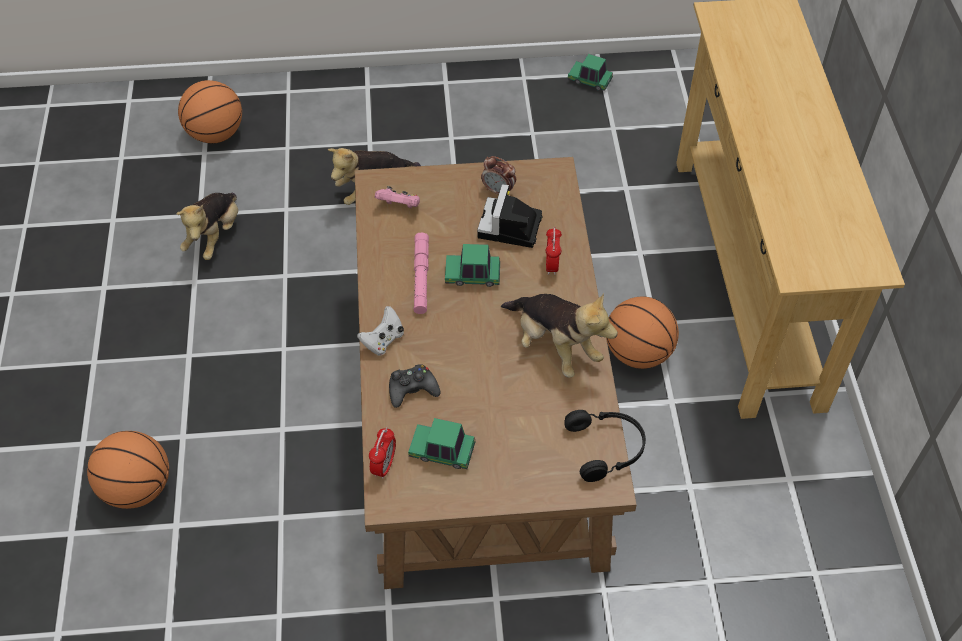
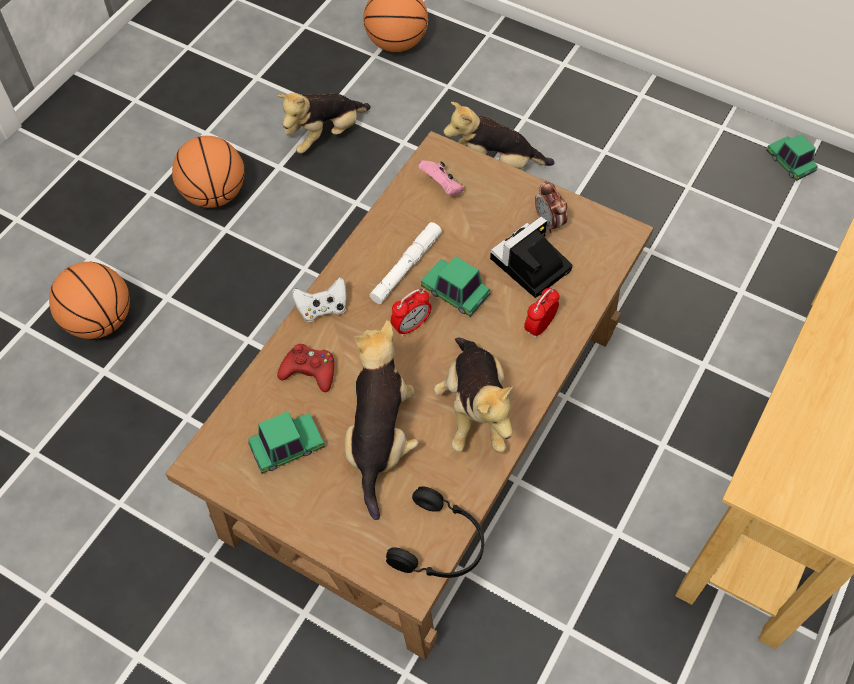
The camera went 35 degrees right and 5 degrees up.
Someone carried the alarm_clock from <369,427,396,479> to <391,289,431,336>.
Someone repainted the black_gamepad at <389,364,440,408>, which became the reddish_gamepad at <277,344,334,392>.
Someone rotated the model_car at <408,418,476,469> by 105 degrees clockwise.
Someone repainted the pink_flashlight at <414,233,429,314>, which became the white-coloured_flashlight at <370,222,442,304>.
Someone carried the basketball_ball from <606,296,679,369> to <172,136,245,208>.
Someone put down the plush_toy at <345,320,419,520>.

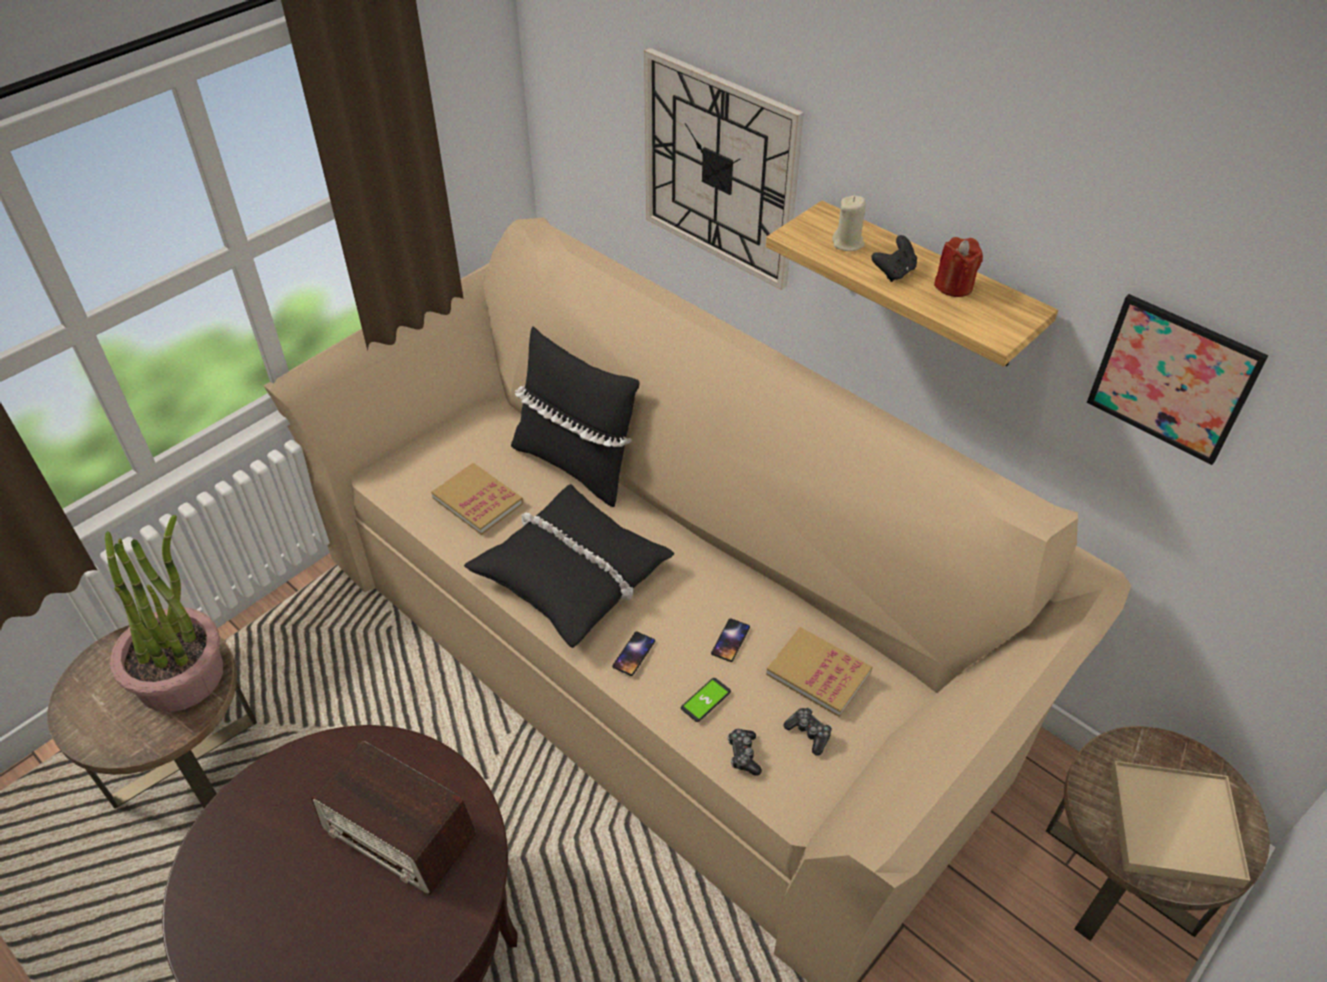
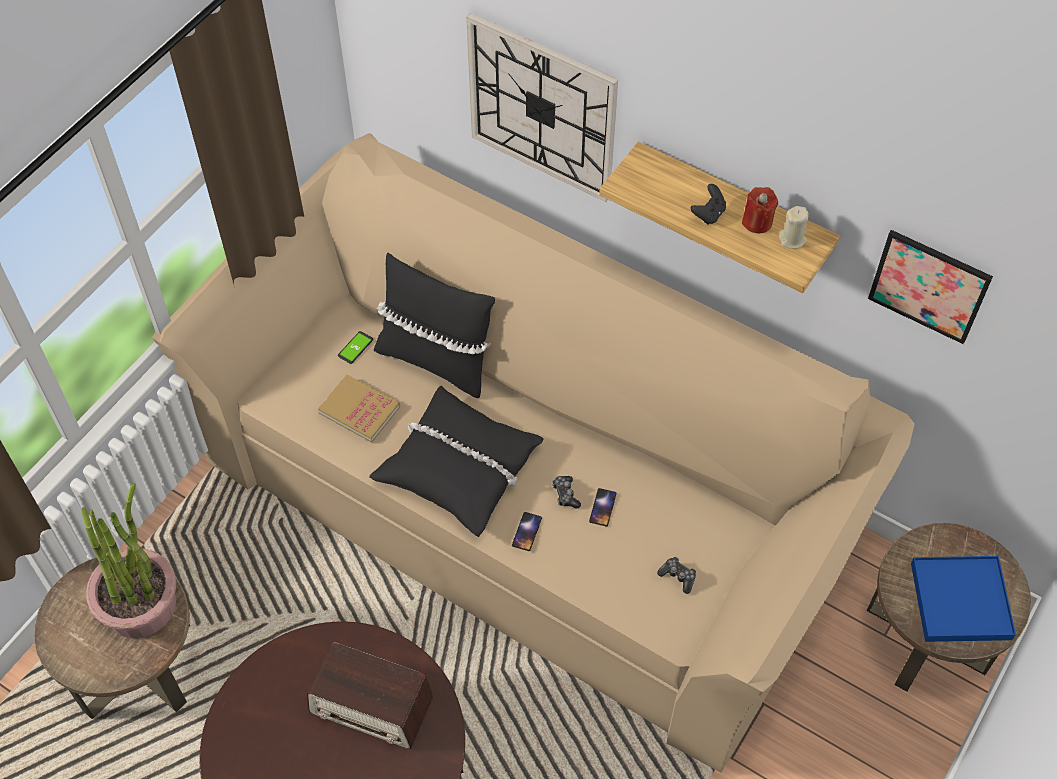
The camera went 10 degrees left and 10 degrees up.
Someone carried the phone from <681,678,731,722> to <338,331,373,364>.
Someone carried the gamepad from <727,729,762,776> to <552,476,581,509>.
Someone took away the bound_book at <766,627,872,717>.
Someone carried the beige_candle from <832,195,866,251> to <779,206,809,249>.
Someone repainted the beige_serving_tray at <1110,761,1250,888>, which became the bluish_serving_tray at <911,556,1016,642>.

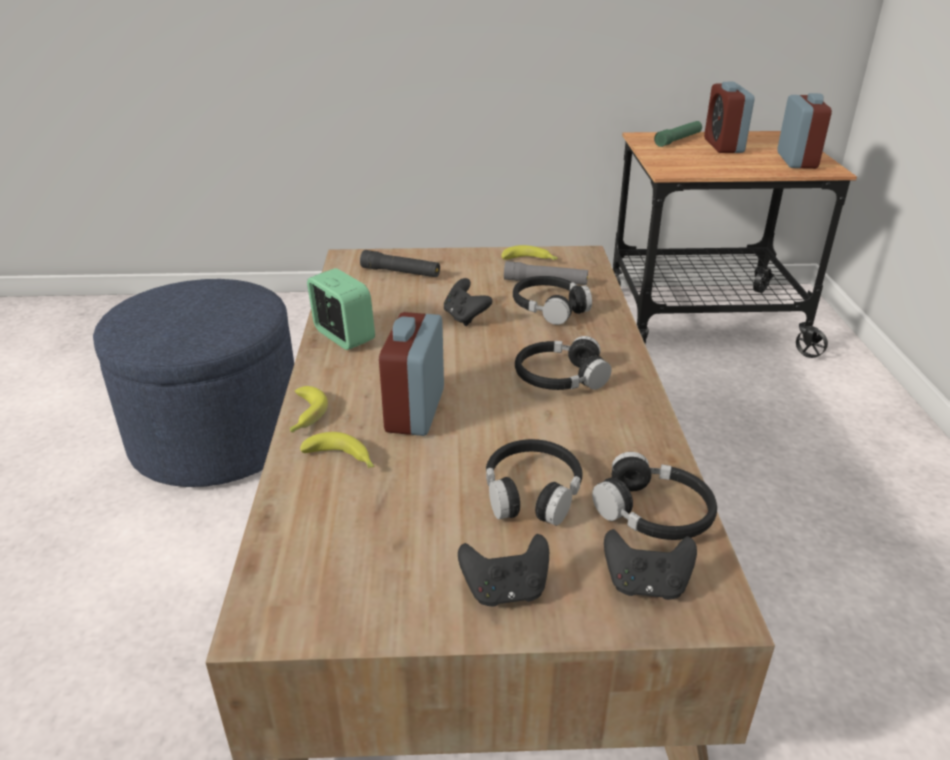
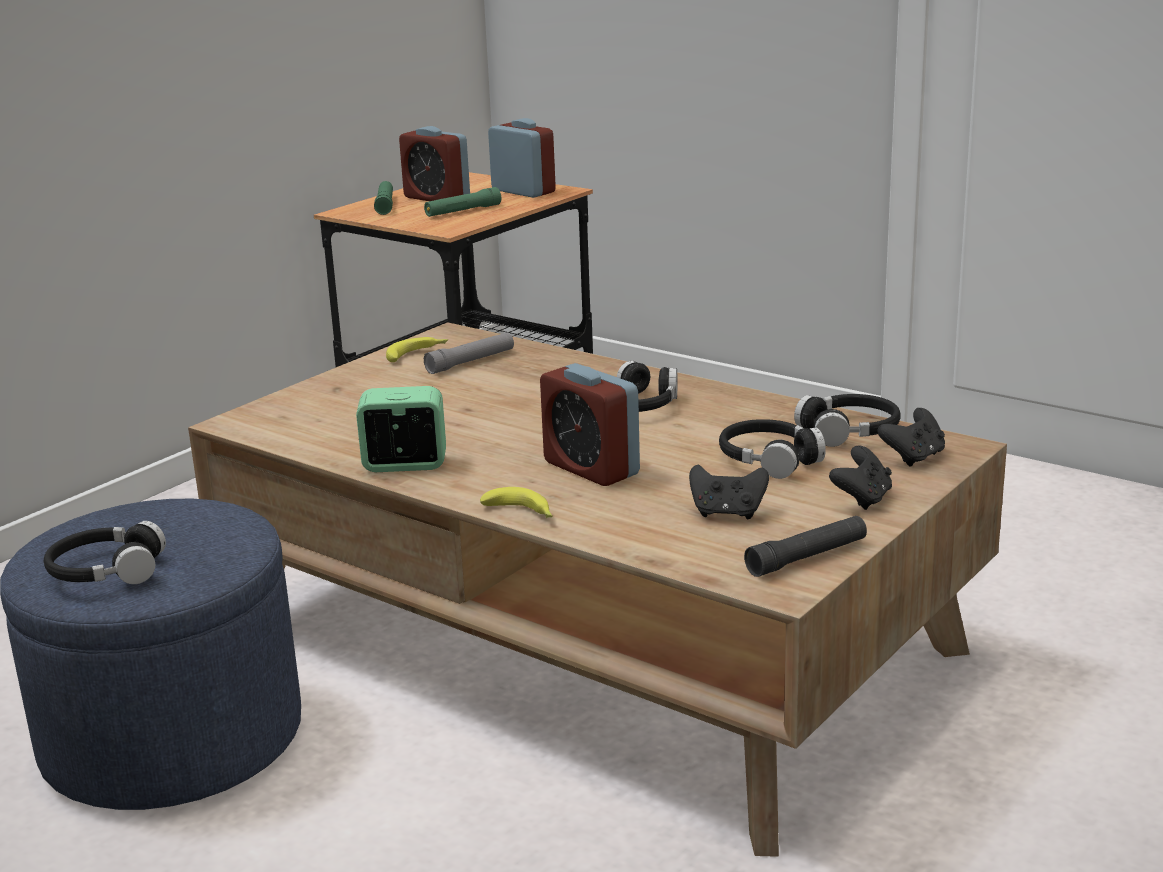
The camera went 50 degrees left and 10 degrees down.
Someone took away the whole_banana at <300,432,374,468>.
Someone carried the black_flashlight from <360,250,440,277> to <744,516,867,577>.
Someone carried the black_gamepad from <444,278,492,326> to <689,465,769,519>.
Someone carried the black_headphones from <513,276,592,325> to <44,521,166,584>.
Someone put down the green_flashlight at <424,187,501,217>.

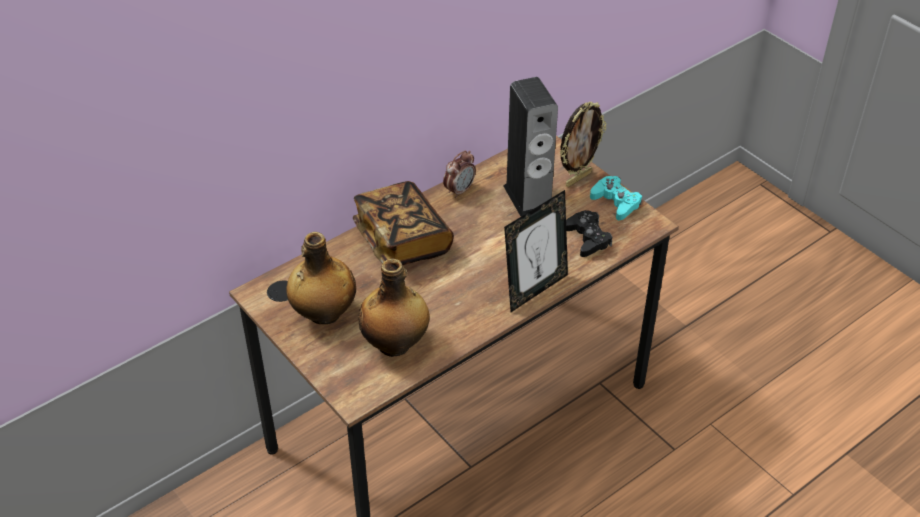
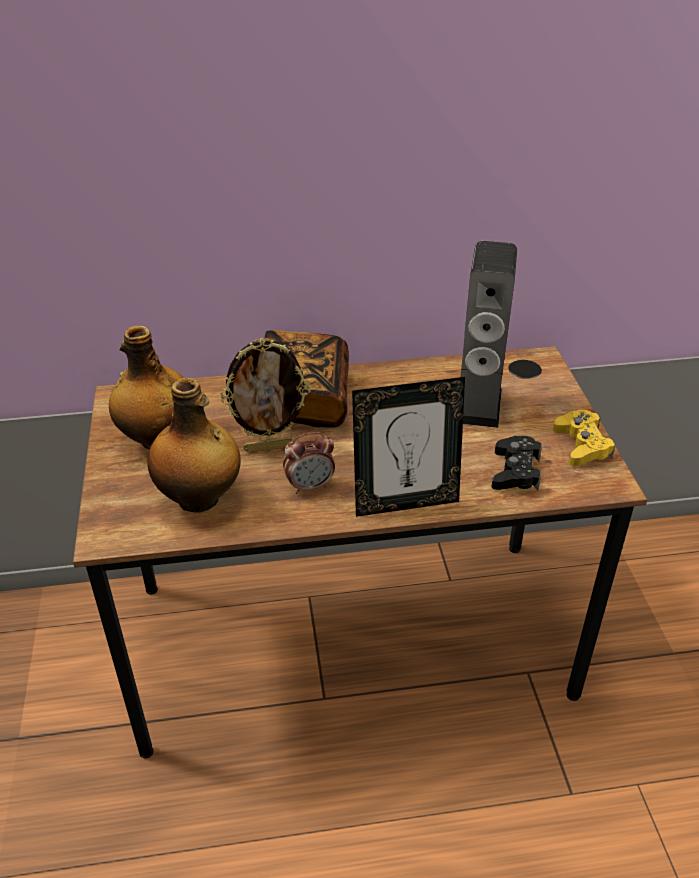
The camera went 30 degrees right and 5 degrees down.
Someone carried the alarm_clock from <443,151,476,198> to <283,432,335,494>.
Someone carried the standing_frame from <560,102,606,187> to <220,338,311,452>.
Someone repainted the turquoise_gamepad at <590,176,642,220>, which became the yellowish_gamepad at <553,410,615,466>.

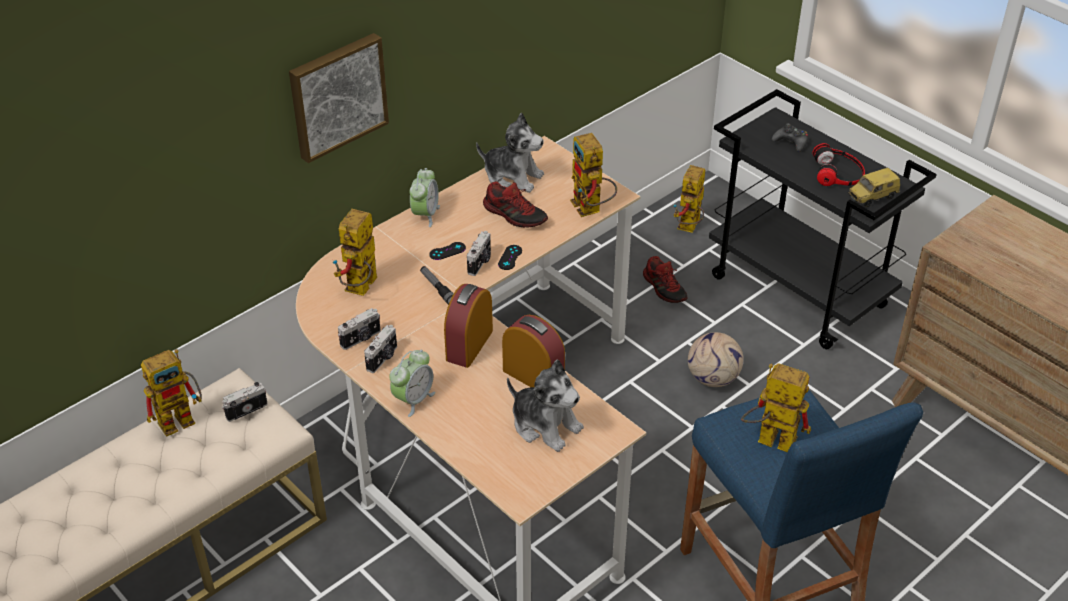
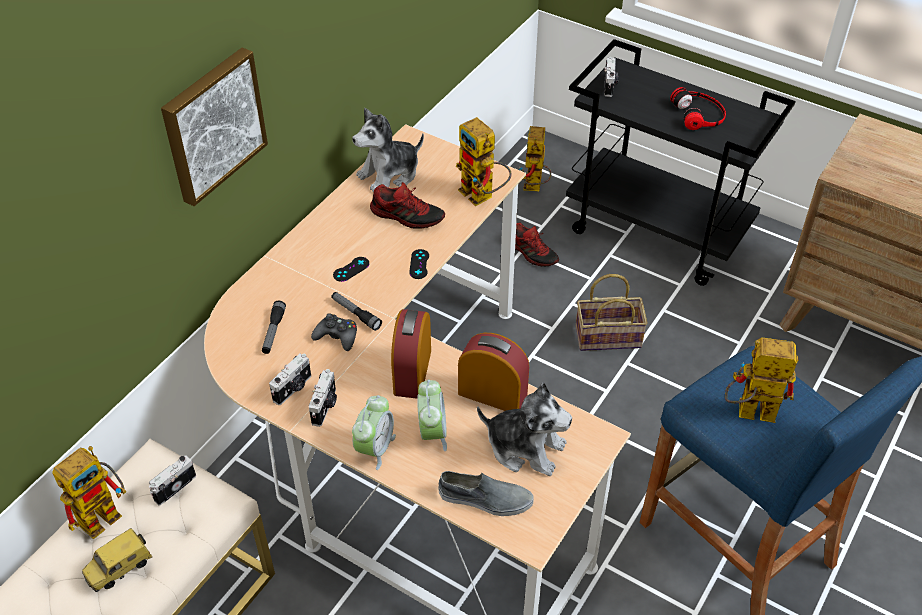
The camera went 15 degrees left and 5 degrees up.
Someone swapped the toy_robot at <333,209,377,296> for the flashlight at <262,301,286,354>.
Someone carried the alarm_clock from <410,168,440,227> to <417,380,447,451>.
Someone carried the still_camera from <467,231,491,276> to <604,57,619,97>.
Someone rotated the plush_toy at <476,113,544,193> by 135 degrees clockwise.
Someone swapped the football at <688,332,743,387> for the storage_basket at <576,274,648,351>.
Someone carried the black_gamepad from <772,123,808,152> to <311,313,357,351>.
Someone carried the model_car from <848,168,900,207> to <82,528,152,592>.
Someone put down the gray_shoe at <438,471,533,516>.

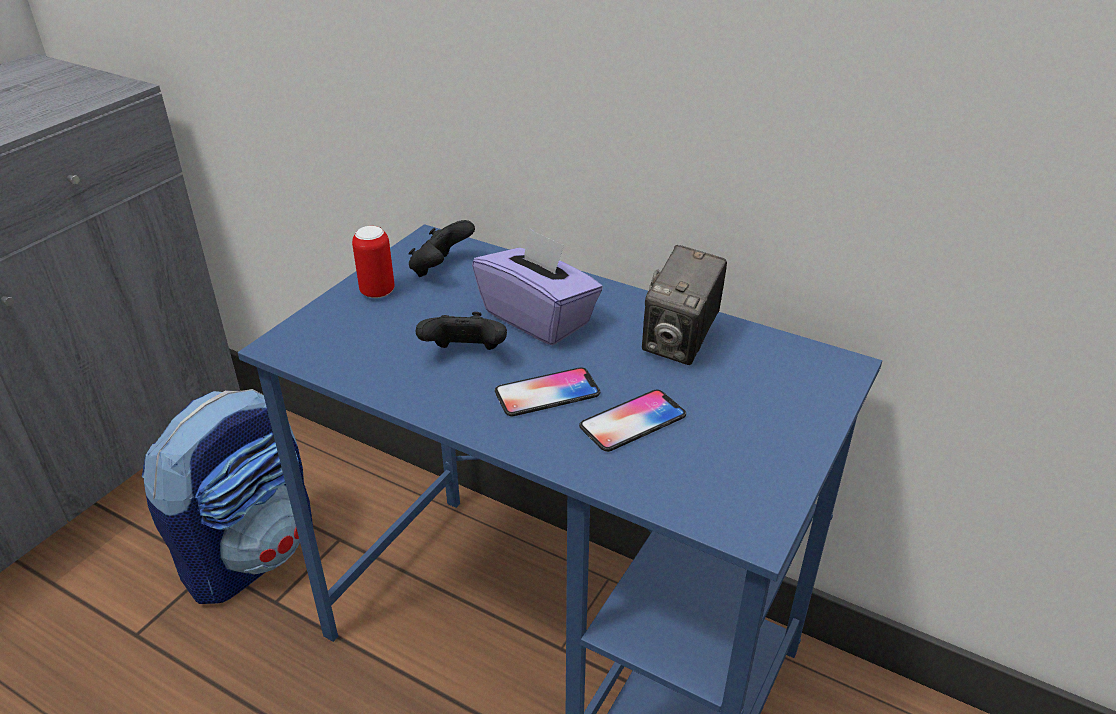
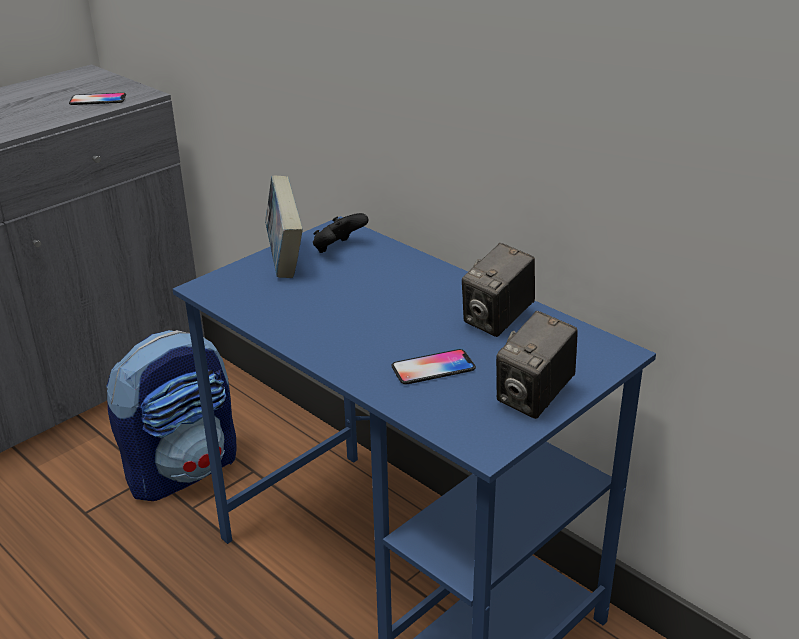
The camera went 15 degrees right and 5 degrees down.
Someone swapped the can at <352,226,395,298> for the bound_book at <265,176,303,278>.
Someone took away the black_gamepad at <415,312,507,350>.
Someone took away the purple_tissue_box at <472,227,603,345>.
Someone carried the phone from <495,367,600,416> to <69,93,126,105>.
Someone put down the still_camera at <496,311,578,419>.

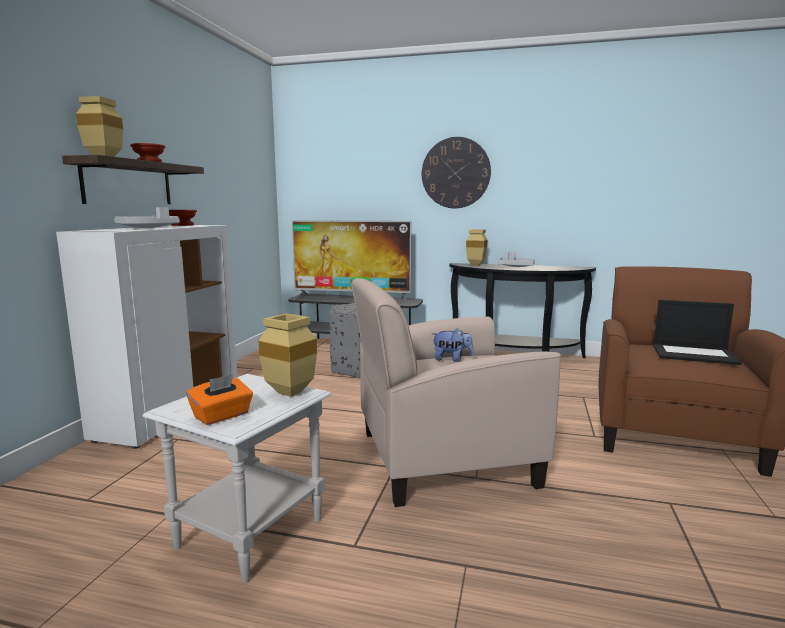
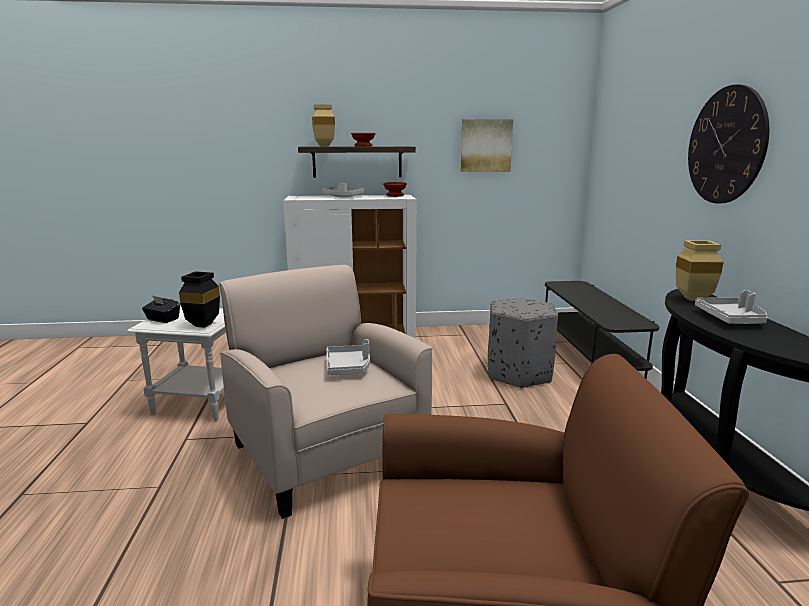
The camera went 70 degrees right and 5 degrees up.
Someone repainted the orange_tissue_box at <186,375,253,425>, which became the black_tissue_box at <142,296,180,323>.
Someone repainted the beige_decorative_vase at <258,313,317,397>, which became the black_decorative_vase at <179,271,220,328>.
Someone took away the TV at <292,220,411,303>.
Someone swapped the plush_toy at <432,329,474,362> for the gray_serving_tray at <326,339,370,375>.
Someone took away the portable_computer at <653,300,742,365>.
Someone put up the wall_art at <461,119,513,172>.

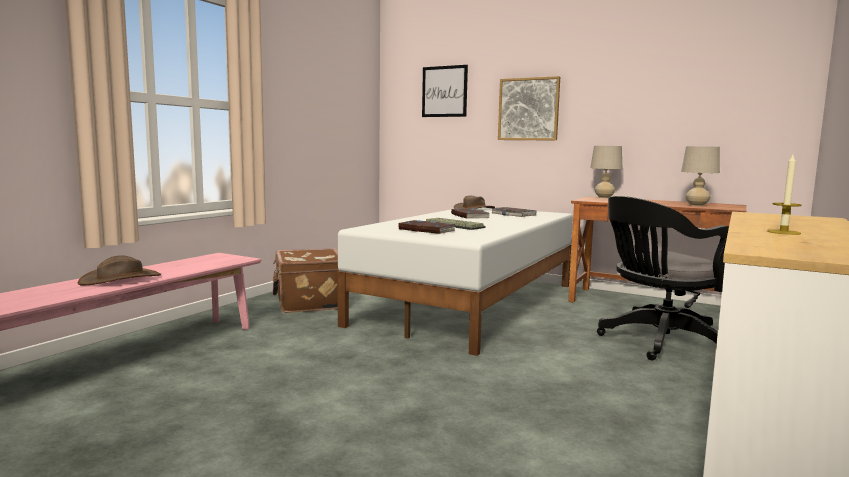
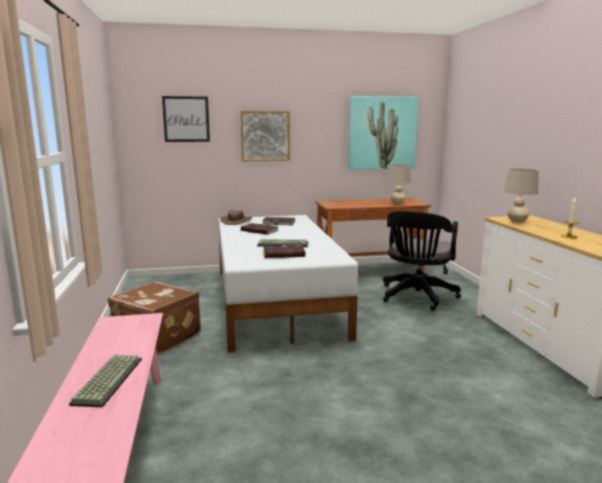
The camera went 40 degrees left and 5 degrees up.
Someone swapped the brown-coloured_clothing_hat at <78,255,161,286> for the keyboard at <69,355,142,407>.
Someone carried the beige_tabletop_lamp from <590,146,622,198> to <504,168,539,223>.
Someone put up the wall_art at <348,96,419,169>.

